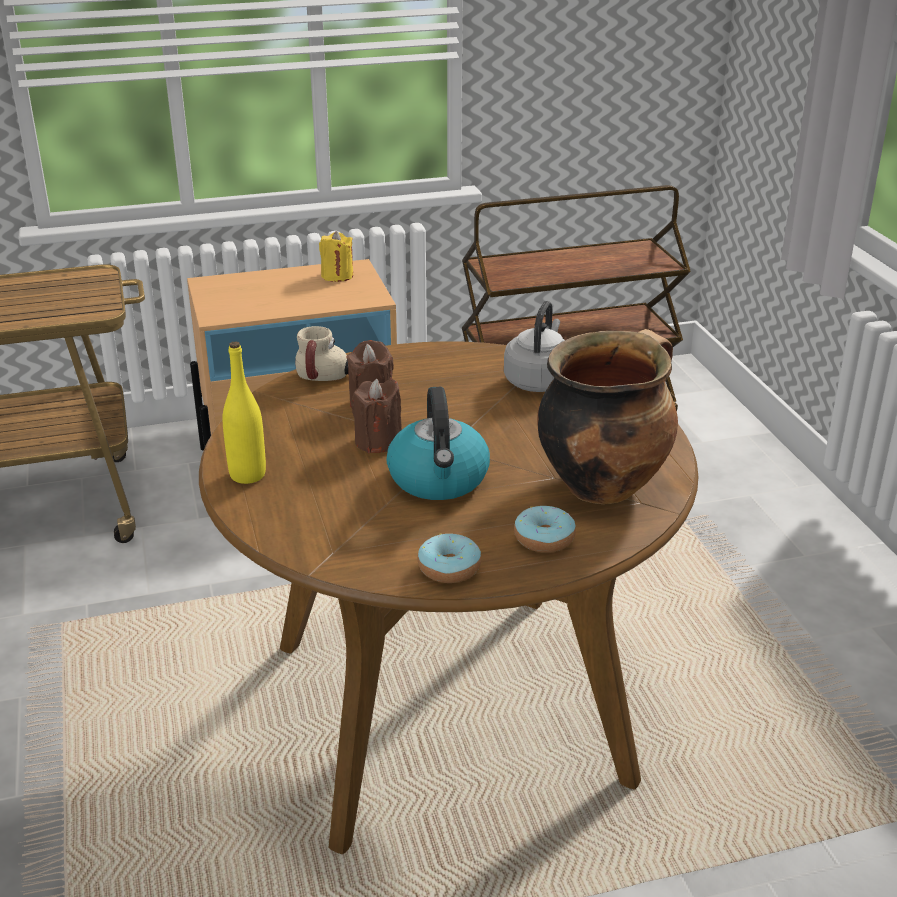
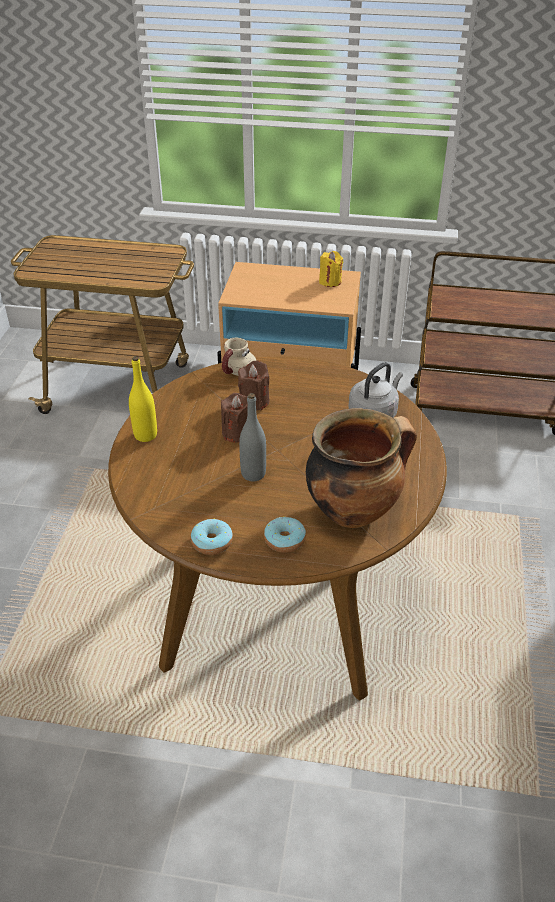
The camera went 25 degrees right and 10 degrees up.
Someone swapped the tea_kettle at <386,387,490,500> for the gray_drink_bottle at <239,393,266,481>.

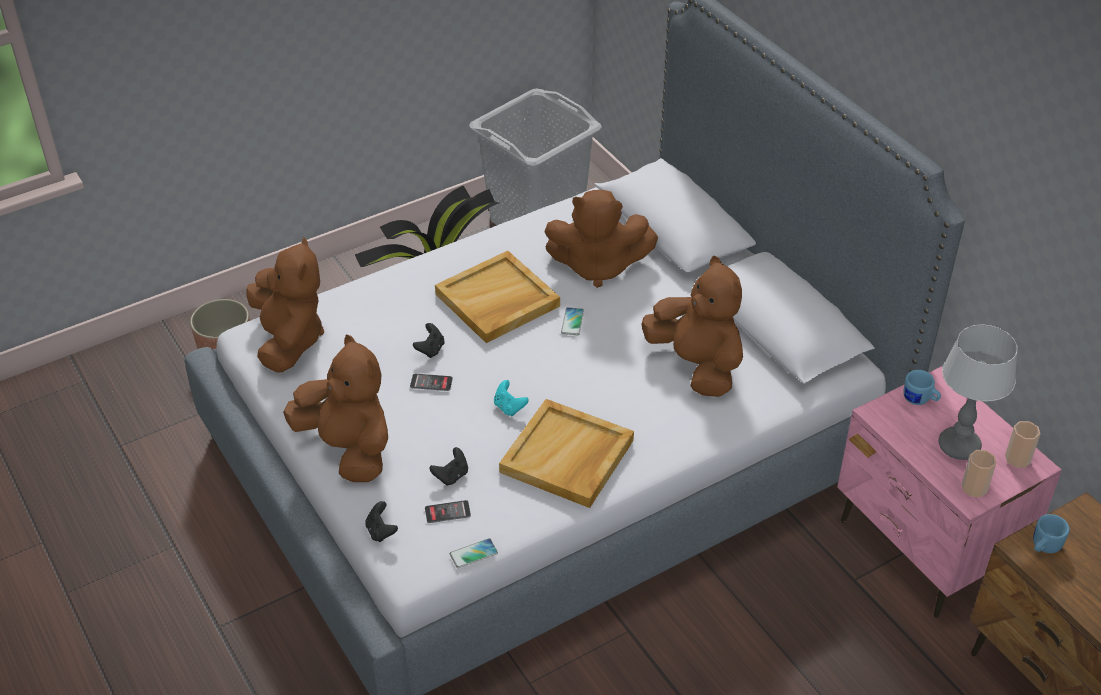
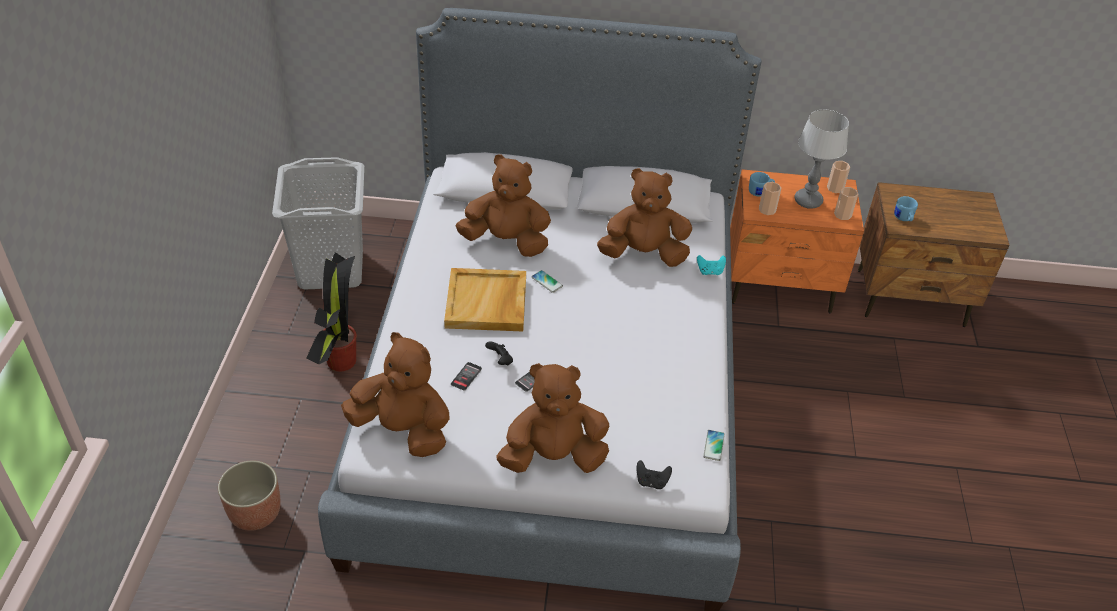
The camera went 55 degrees left and 0 degrees up.
Someone carried the phone from <425,500,471,523> to <451,362,482,391>.
Someone took away the black_gamepad at <430,447,468,486>.
Someone carried the turquoise_gamepad from <494,380,529,416> to <697,255,726,275>.
Someone took away the beige_serving_tray at <499,399,634,508>.
Someone rotated the brown-coloured_plush_toy at <544,190,658,288> by 120 degrees counterclockwise.
Someone repainted the pink_night_table at <837,366,1062,618>, which became the orange_night_table at <730,169,864,313>.
Someone put down the drinking_cup at <759,182,781,215>.

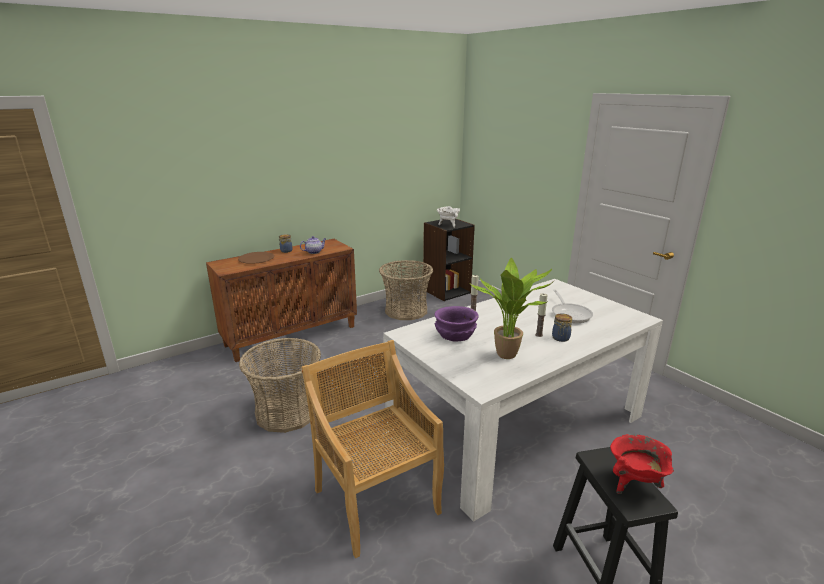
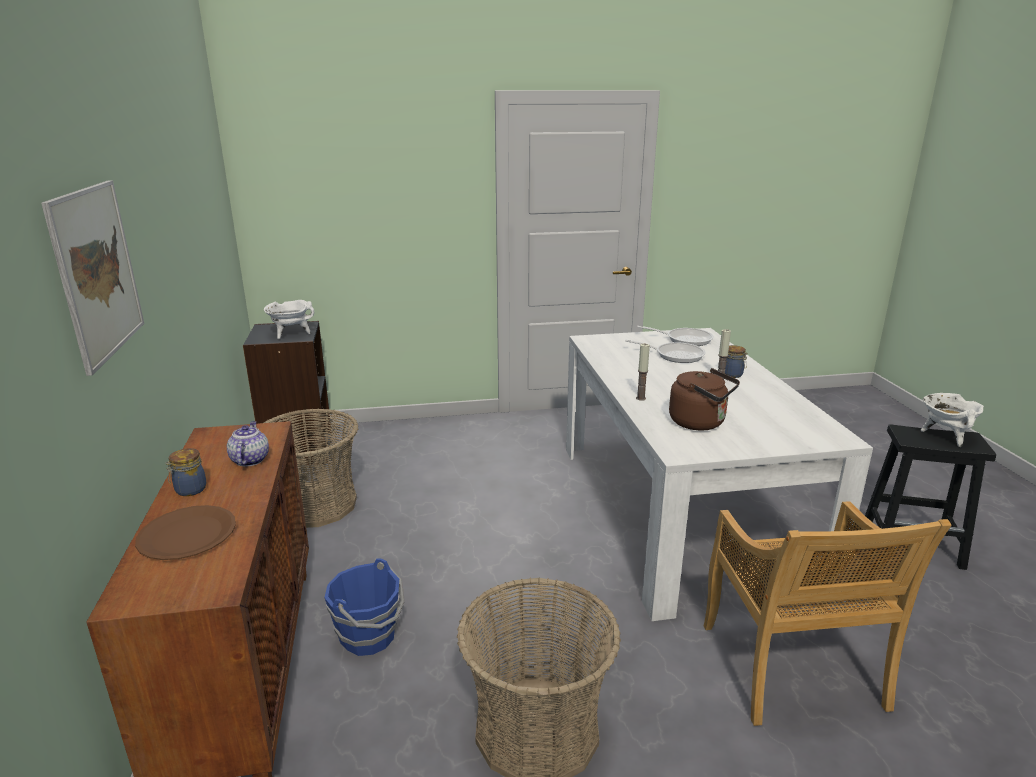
The camera went 65 degrees left and 0 degrees up.
Someone rotated the beige_upright_chair at <301,340,444,559> by 90 degrees counterclockwise.
Someone swapped the purple_bowl at <434,306,479,341> for the brown-coloured_tea_kettle at <669,368,740,431>.
Someone took away the houseplant at <469,258,554,359>.
Someone repainted the reddish_stockpot at <610,434,674,494>, which became the white-coloured_stockpot at <921,393,984,447>.
Someone put up the wall_art at <41,180,144,376>.
Someone put down the bluish_pail at <324,558,405,656>.
Someone put down the pan at <637,326,714,346>.

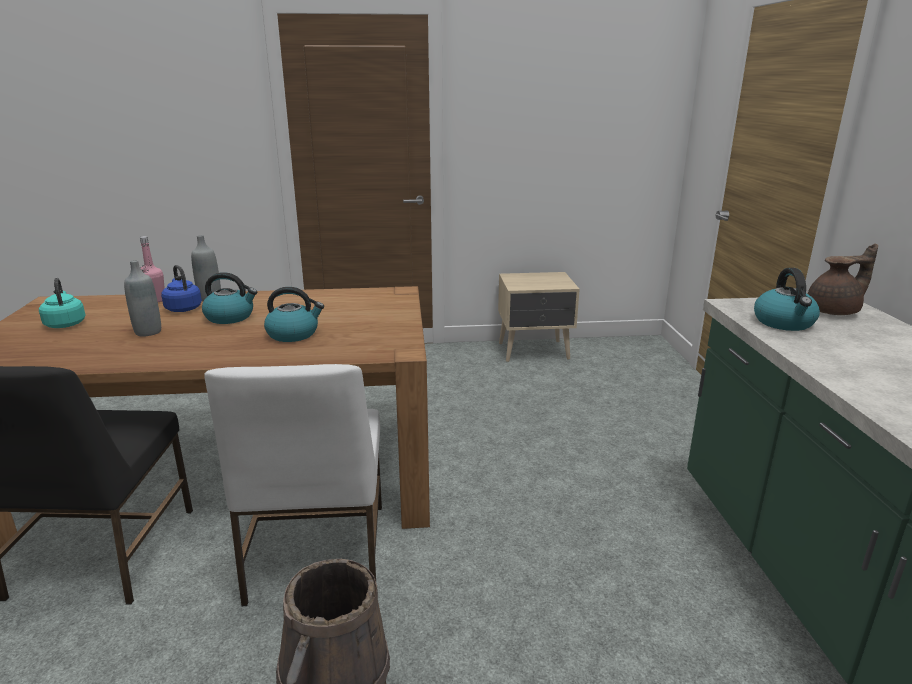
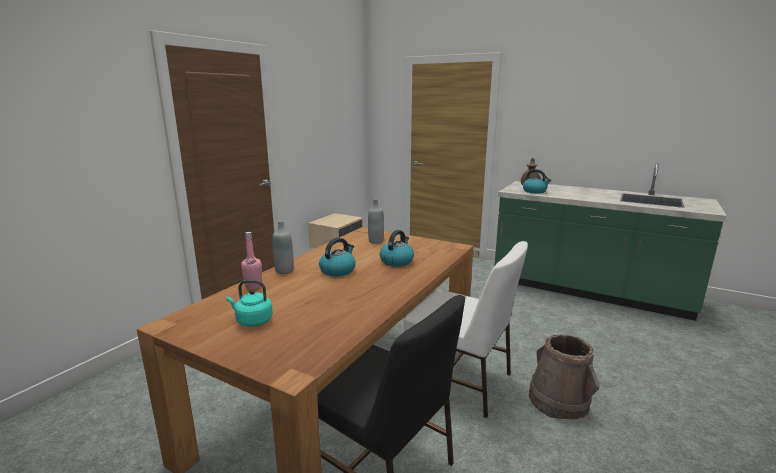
The camera went 55 degrees left and 5 degrees down.
Someone carried the gray_drink_bottle from <124,260,161,337> to <368,199,384,244>.
Someone took away the bluish_tea_kettle at <161,265,202,312>.

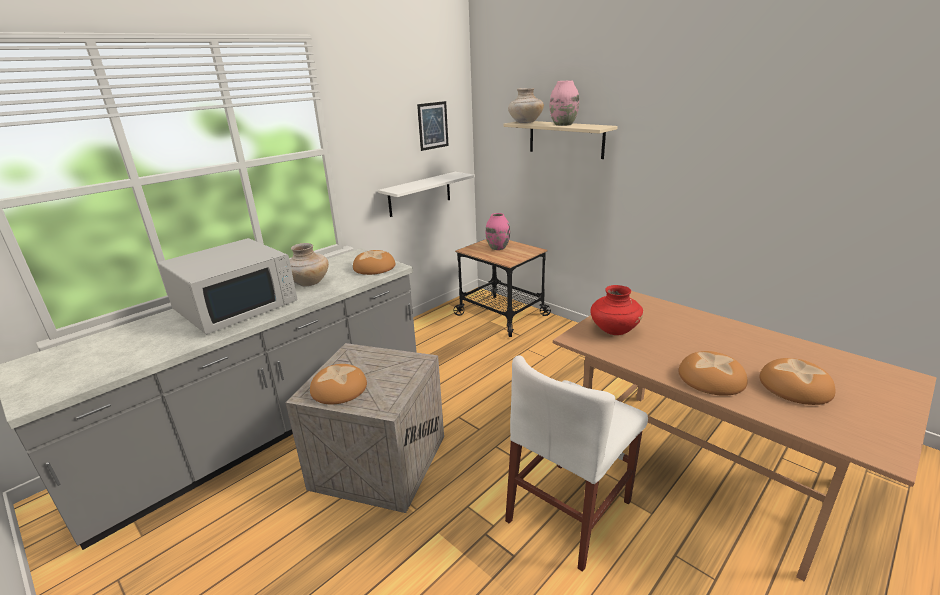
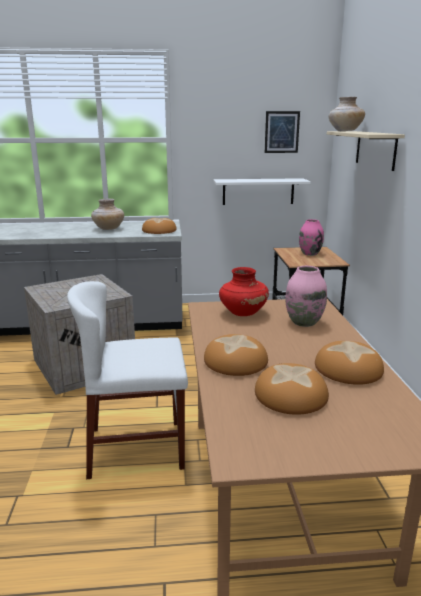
The camera went 40 degrees right and 5 degrees down.
Someone took away the white-coloured_microwave_oven at <158,238,297,334>.
Someone carried the bread from <310,364,367,404> to <315,341,384,385>.
Someone carried the pink_decorative_vase from <550,81,579,126> to <285,266,327,327>.

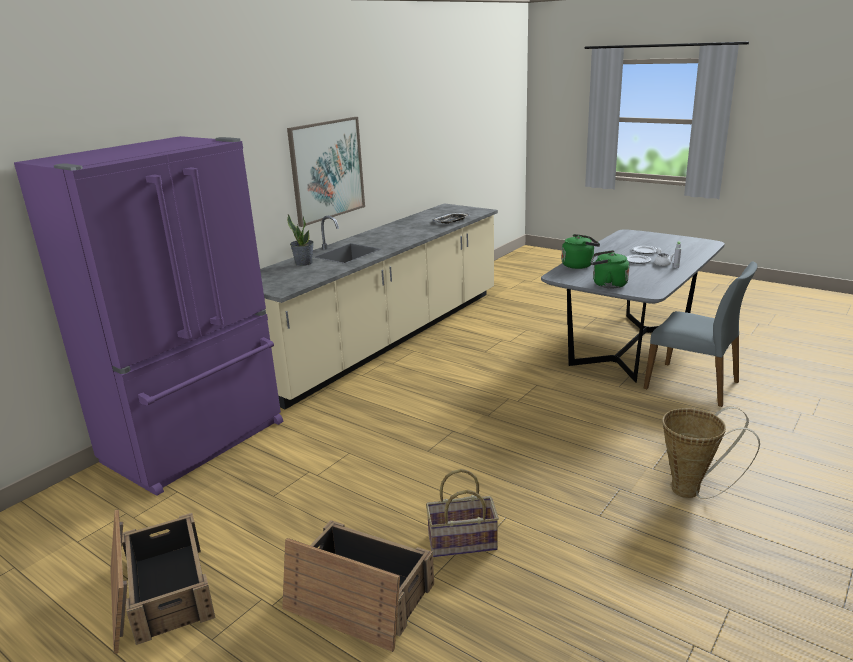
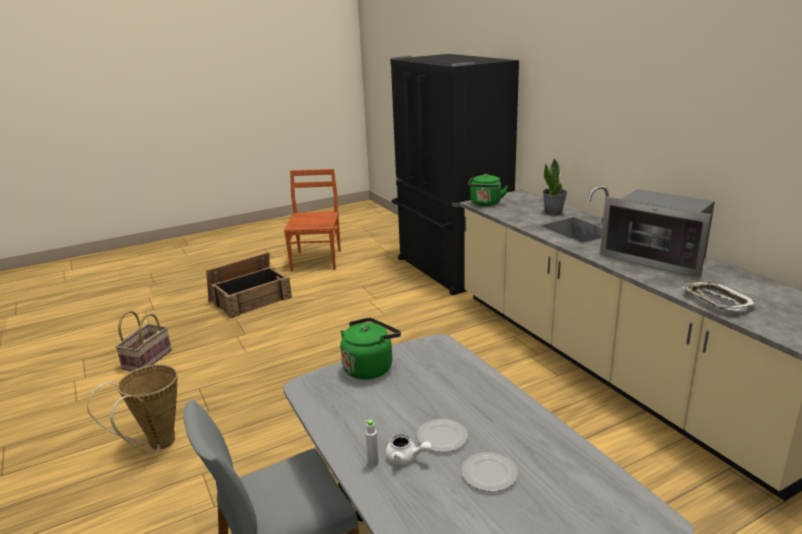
The camera went 115 degrees right and 0 degrees up.
Someone repainted the purple_kitchen_fridge at <14,136,283,496>, which became the black_kitchen_fridge at <390,54,519,295>.
Someone swapped the shipping_crate at <110,510,215,654> for the brown-coloured_upright_chair at <284,169,341,271>.
Someone took away the wall_art at <287,117,365,227>.
Someone carried the storage_basket from <426,469,499,557> to <115,310,172,372>.
Someone carried the green_tea_kettle from <561,234,600,269> to <468,174,508,206>.
Someone put down the microwave_oven at <600,189,715,278>.

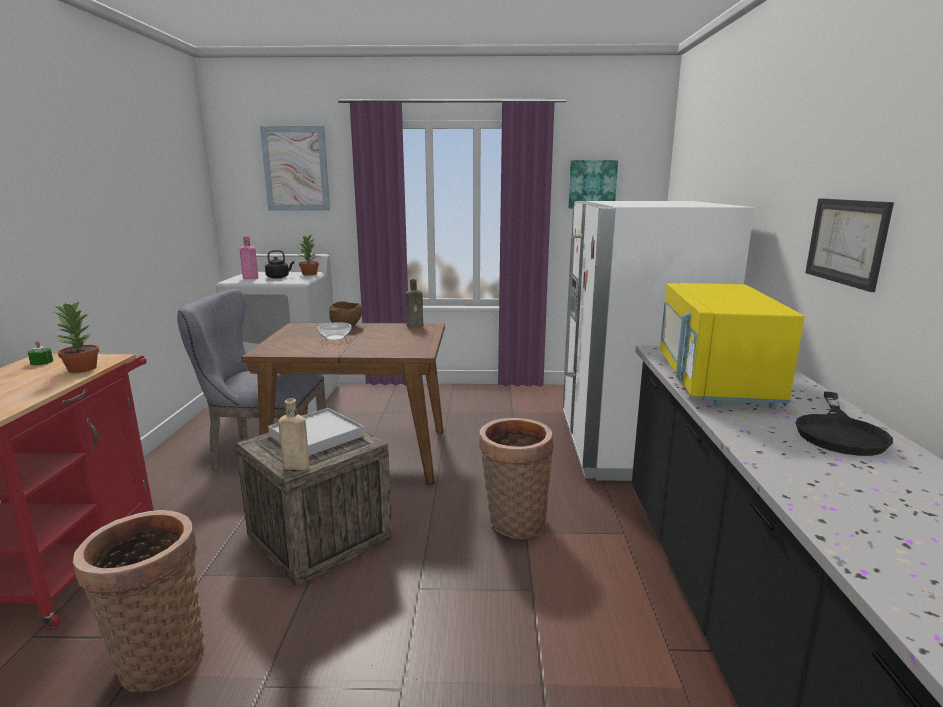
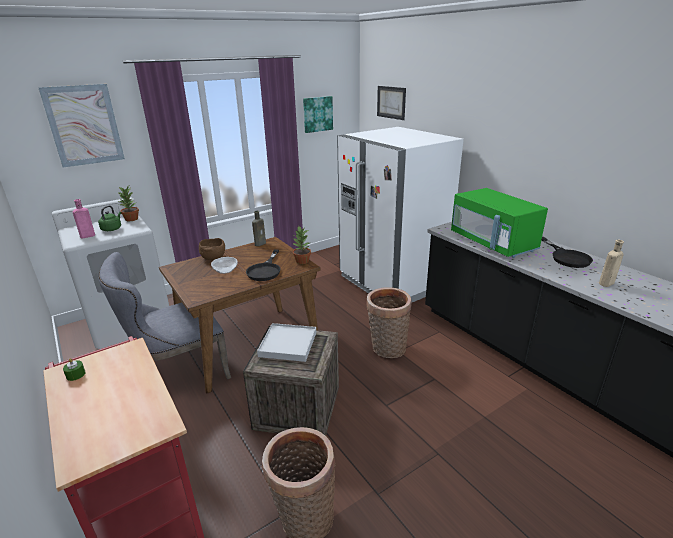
The camera went 35 degrees left and 10 degrees up.
Someone carried the houseplant from <52,302,99,373> to <292,226,311,264>.
Someone repainted the black_tea_kettle at <265,250,294,279>, which became the green_tea_kettle at <98,205,121,231>.
Someone carried the beige_drink_bottle from <278,398,310,470> to <599,240,624,287>.
Someone repainted the yellowish_microwave_oven at <660,283,804,408>, which became the green_microwave_oven at <451,188,548,258>.
Someone carried the wall_art from <805,198,894,292> to <377,86,406,120>.
Someone put down the black_pan at <246,250,281,281>.

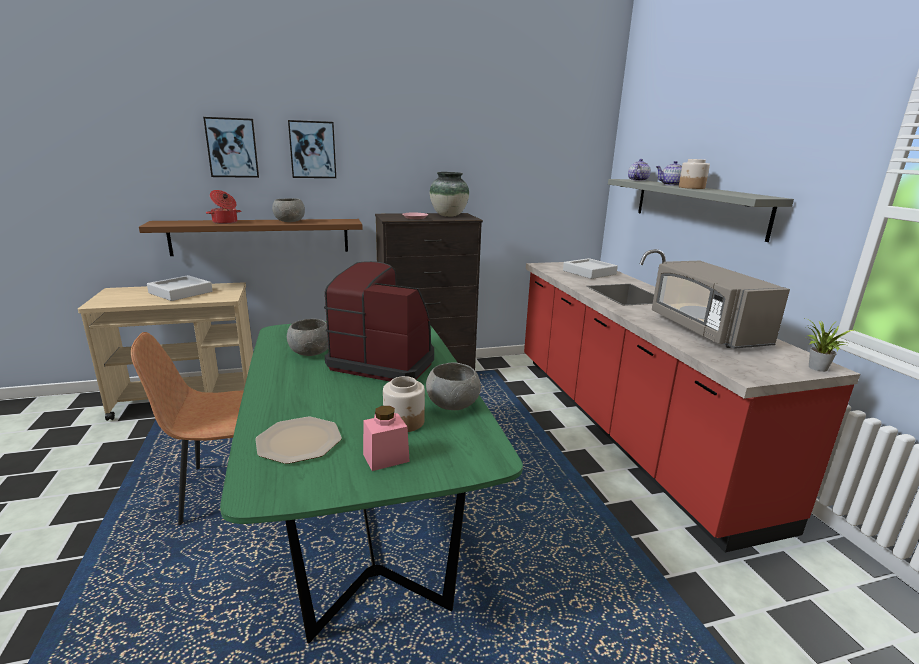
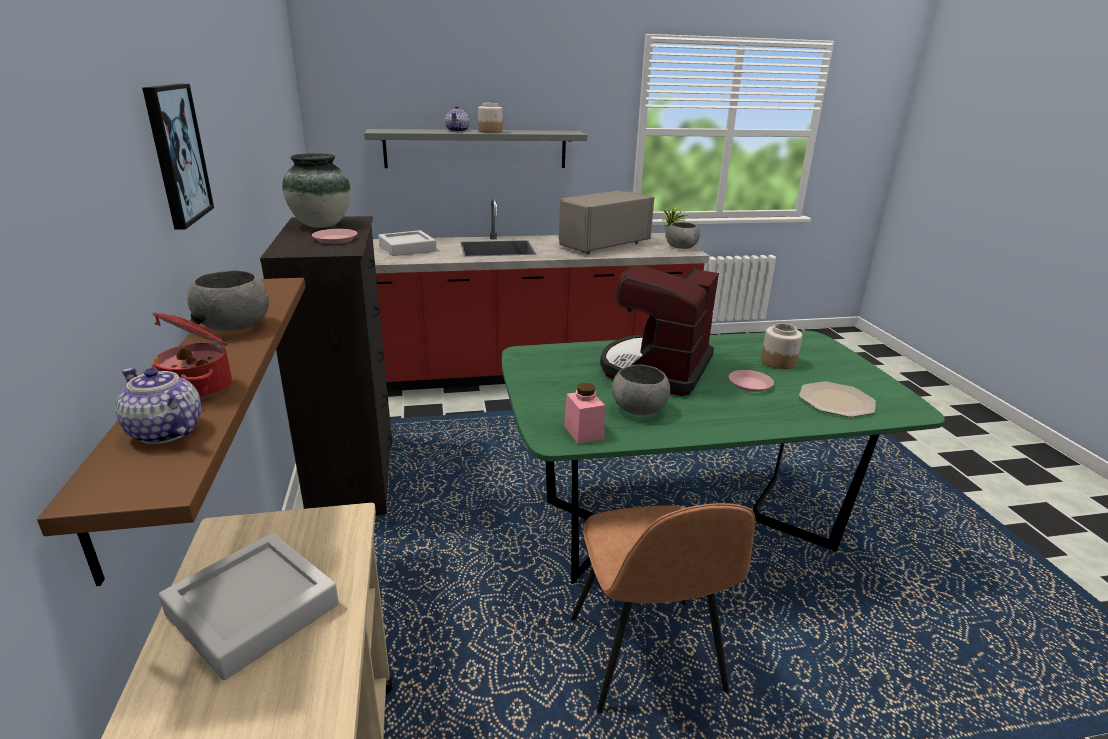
The camera went 85 degrees left and 5 degrees up.
Someone took away the wall_art at <203,117,259,178>.
Someone carried the pink_storage_jar from <363,406,410,471> to <564,383,605,444>.
Someone carried the gray_bowl from <426,363,481,410> to <666,222,700,249>.
Someone carried the tea_pot from <628,159,651,181> to <116,368,201,444>.
Someone rotated the gray_microwave_oven at <652,261,790,349> by 150 degrees clockwise.
Someone put down the pink_flat_dish at <729,370,774,392>.

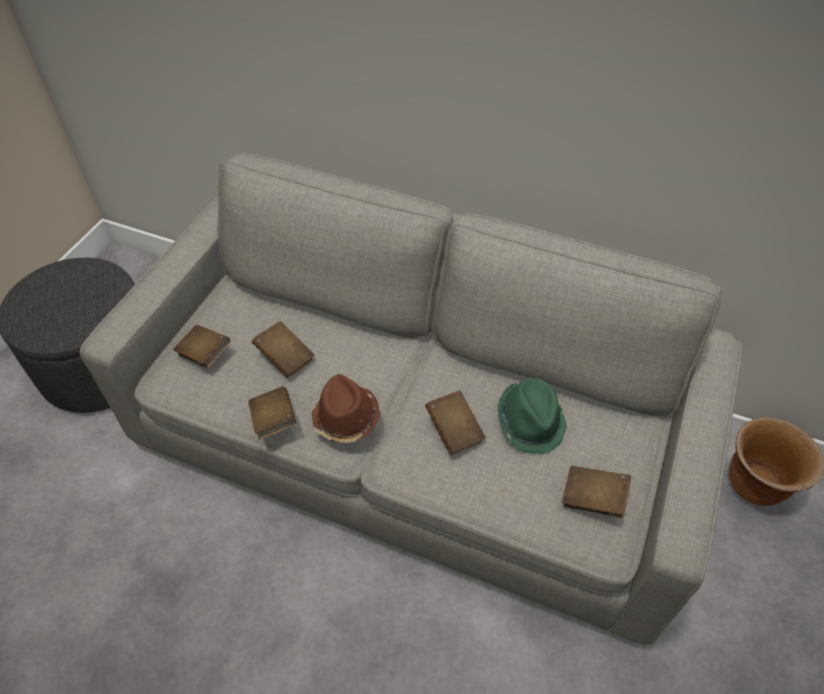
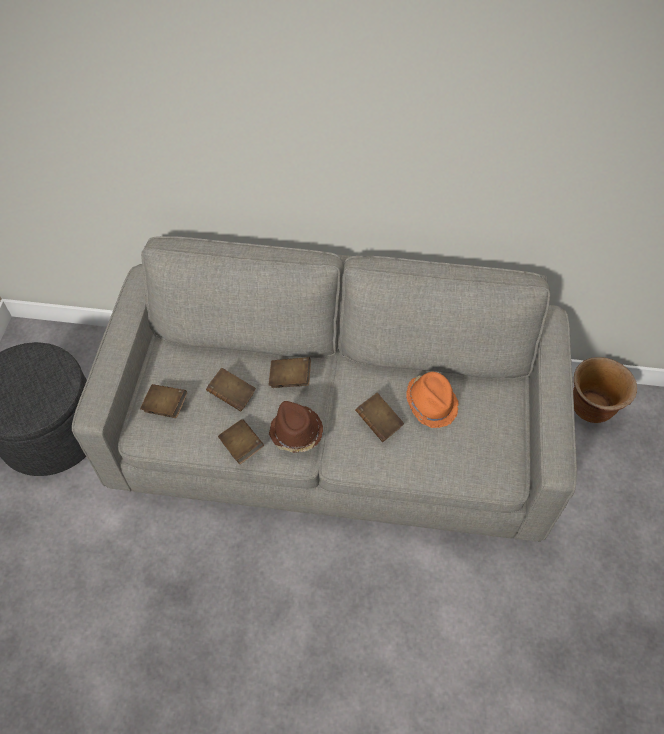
The camera went 15 degrees left and 5 degrees up.
Someone repainted the green_clothing_hat at <498,378,567,454>, which became the orange_clothing_hat at <406,372,459,428>.
Someone carried the brown-coloured_bound_book from <562,466,631,518> to <269,357,311,388>.

